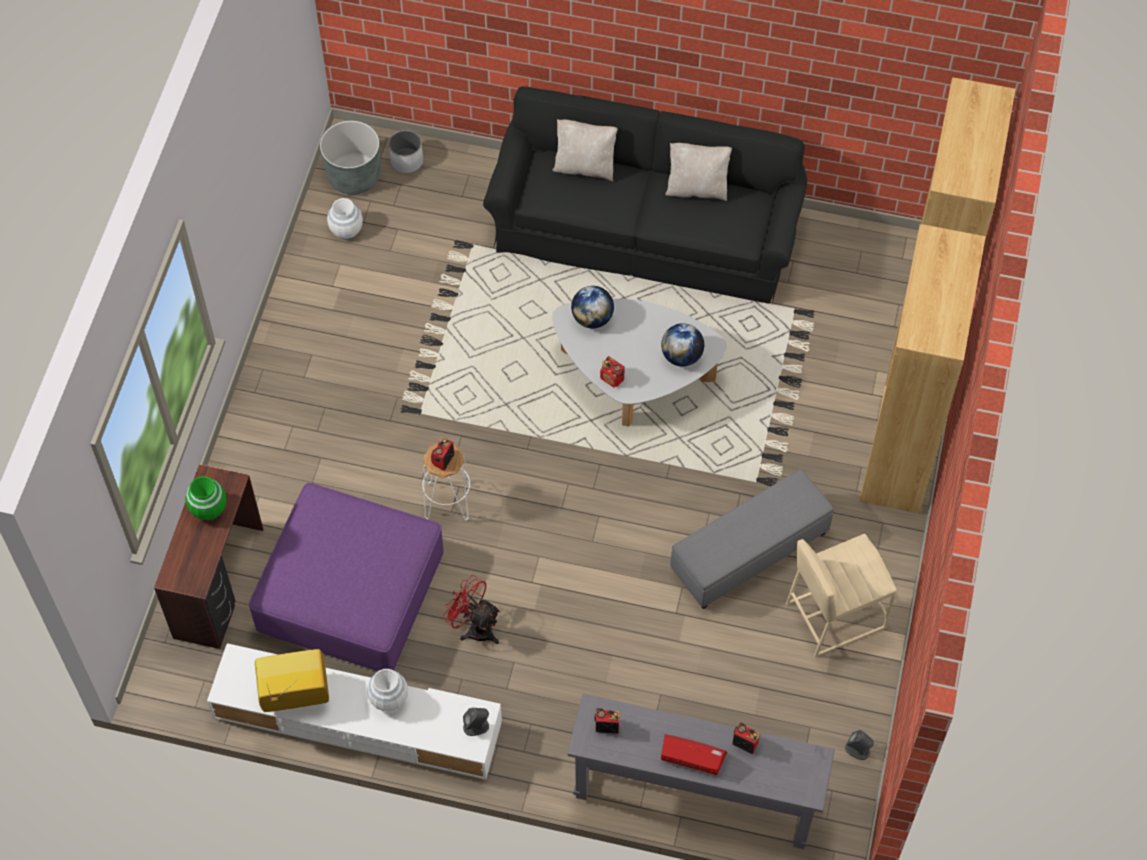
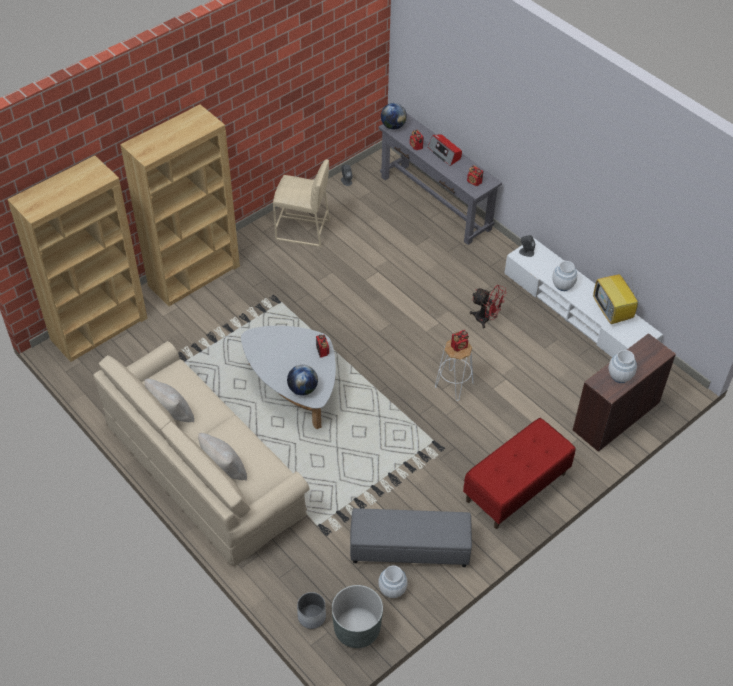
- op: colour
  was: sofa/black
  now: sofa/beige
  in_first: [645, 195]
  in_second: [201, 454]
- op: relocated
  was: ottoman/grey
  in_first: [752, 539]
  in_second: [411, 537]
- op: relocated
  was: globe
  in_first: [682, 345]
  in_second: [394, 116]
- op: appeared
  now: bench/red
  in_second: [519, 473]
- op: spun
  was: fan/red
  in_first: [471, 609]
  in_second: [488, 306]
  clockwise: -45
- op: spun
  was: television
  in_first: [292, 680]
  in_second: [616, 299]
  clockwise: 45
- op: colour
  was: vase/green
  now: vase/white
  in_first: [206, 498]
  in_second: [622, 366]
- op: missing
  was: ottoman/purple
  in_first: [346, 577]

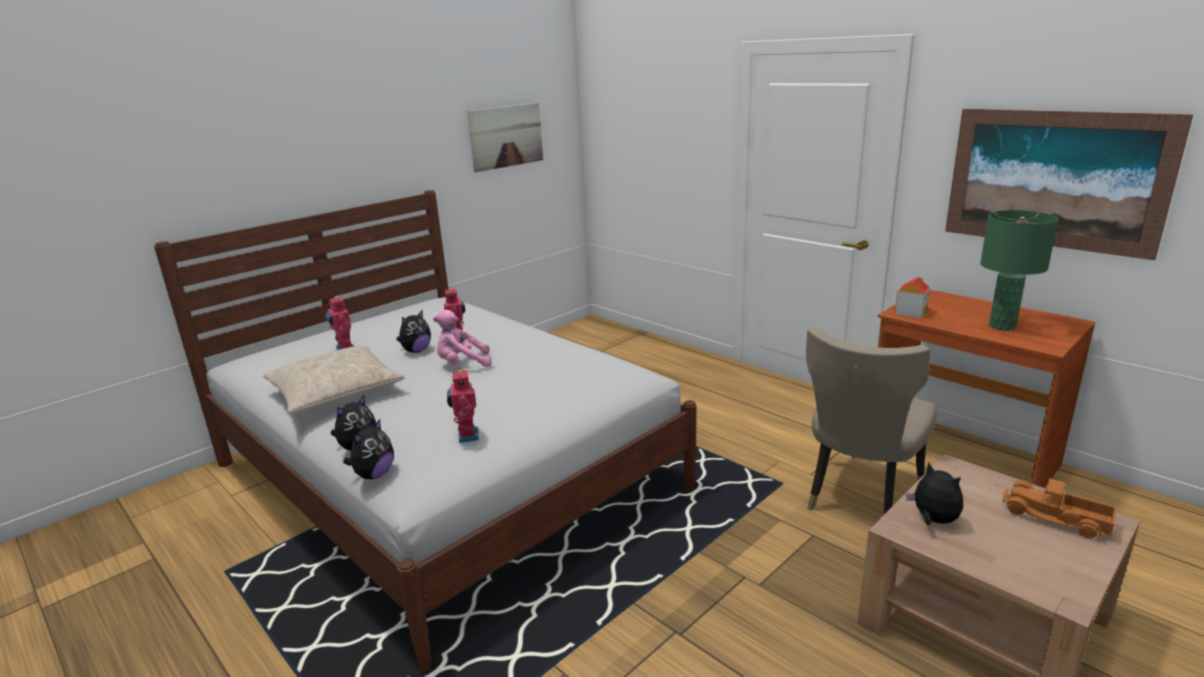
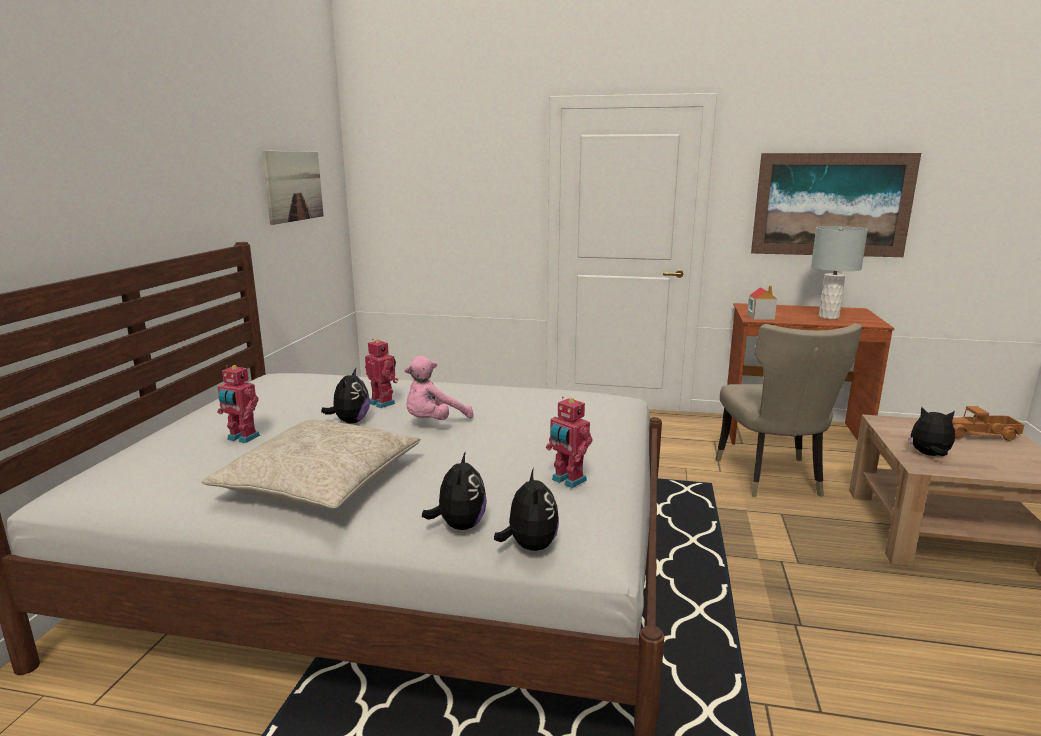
- op: colour
  was: table lamp/green
  now: table lamp/grey
  in_first: [1019, 270]
  in_second: [839, 272]

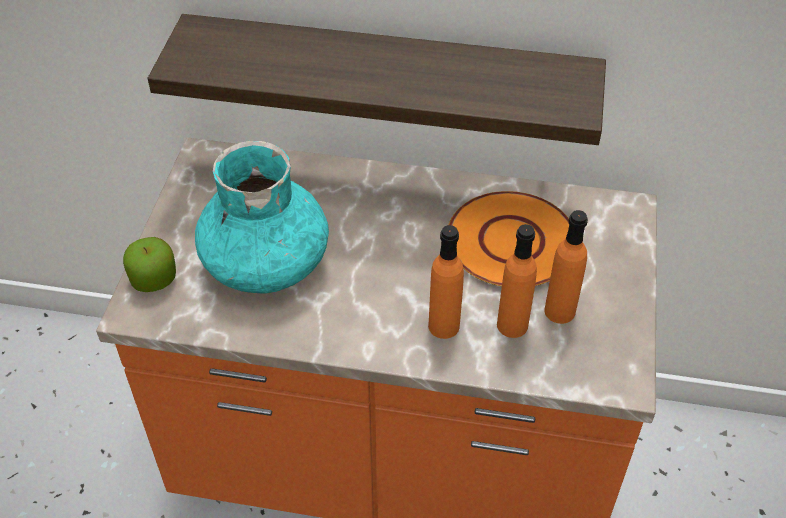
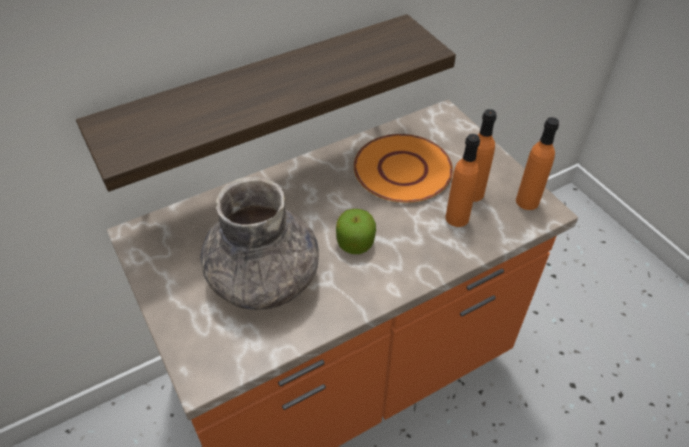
- op: colour
  was: vase/turquoise
  now: vase/grey
  in_first: [262, 217]
  in_second: [259, 243]
- op: relocated
  was: apple
  in_first: [149, 264]
  in_second: [356, 231]
- op: relocated
  was: bottle/orange
  in_first: [446, 282]
  in_second: [537, 163]

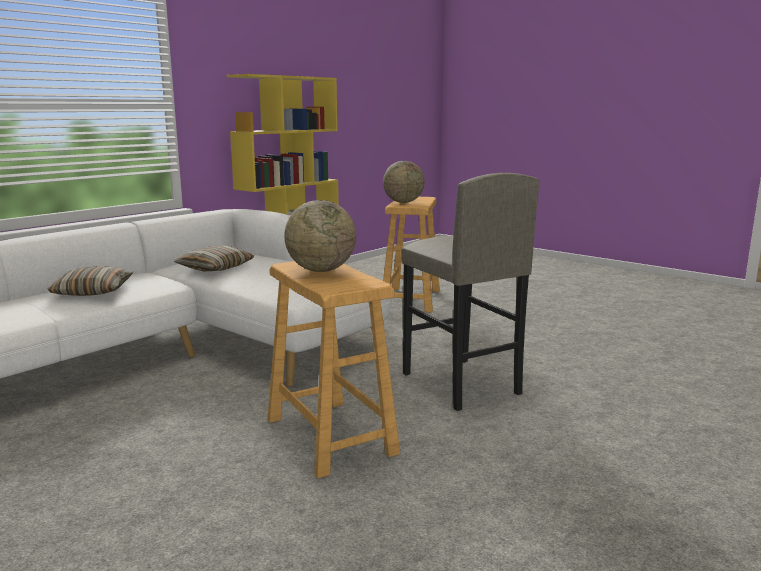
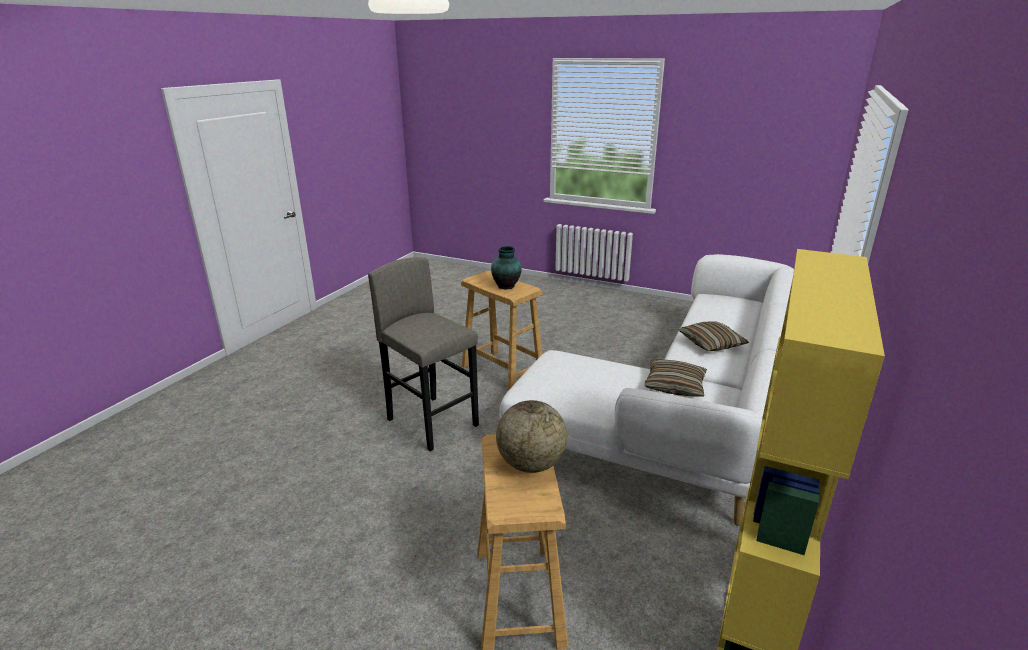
- op: exchanged
  was: globe
  now: vase
  in_first: [320, 236]
  in_second: [506, 267]

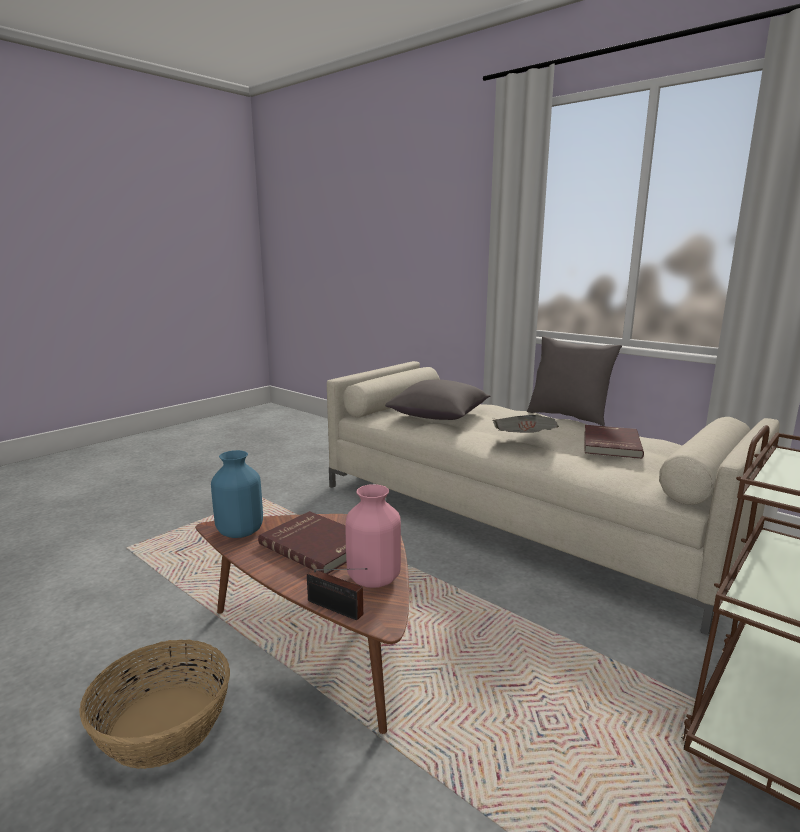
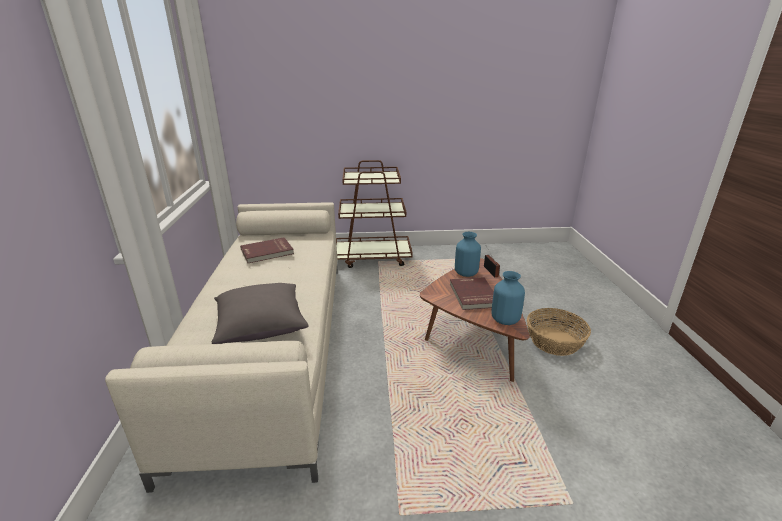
- op: colour
  was: vase/pink
  now: vase/blue
  in_first: [373, 536]
  in_second: [468, 254]
- op: missing
  was: newspaper
  in_first: [525, 424]
- op: missing
  was: pillow/grey
  in_first: [574, 381]

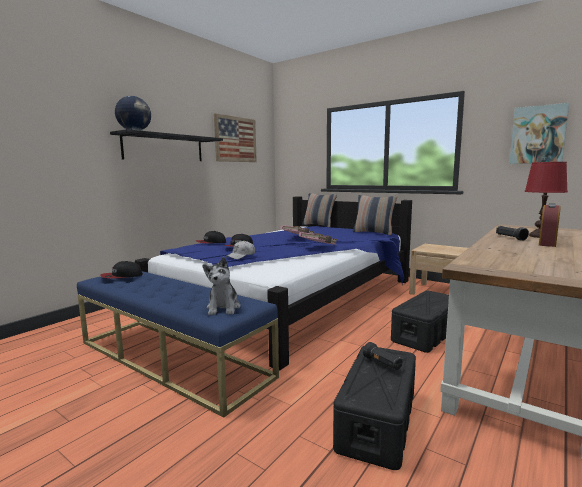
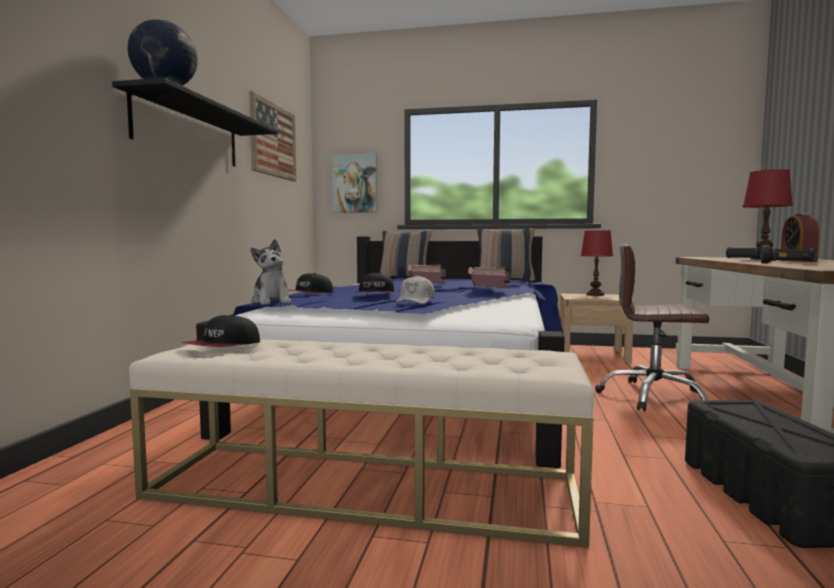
- op: colour
  was: bench/blue
  now: bench/beige
  in_first: [178, 344]
  in_second: [361, 443]
- op: relocated
  was: plush toy
  in_first: [222, 286]
  in_second: [270, 272]
- op: relocated
  was: picture
  in_first: [539, 133]
  in_second: [354, 183]
- op: appeared
  now: table lamp/red
  in_second: [597, 263]
- op: exchanged
  was: storage box/black
  now: office chair/brown
  in_first: [420, 321]
  in_second: [652, 328]
- op: relocated
  was: flashlight/black
  in_first: [383, 356]
  in_second: [788, 254]

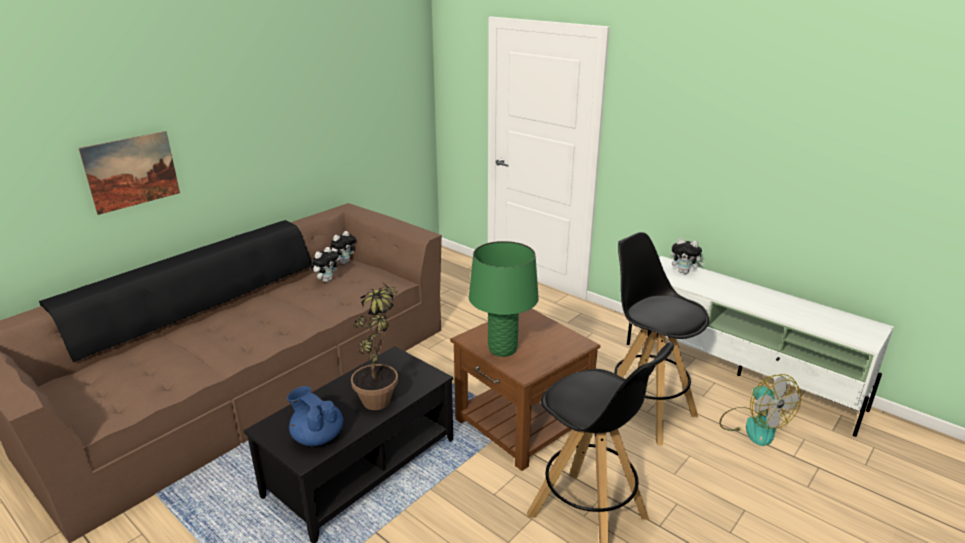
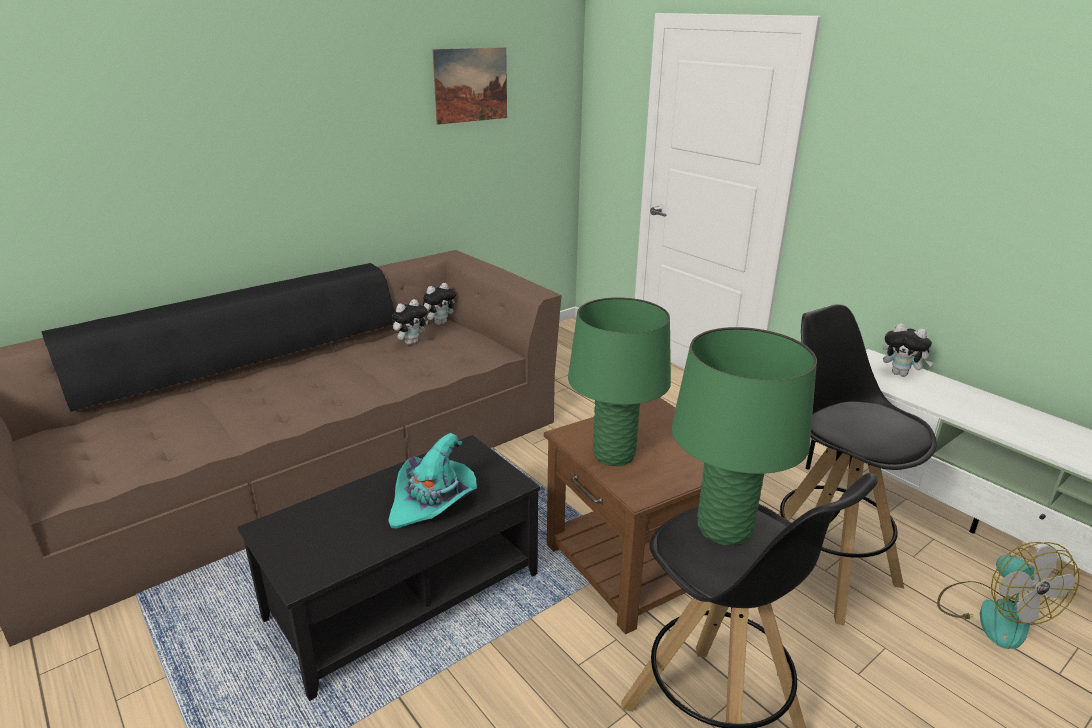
- op: exchanged
  was: potted plant
  now: hat/turquoise
  in_first: [374, 343]
  in_second: [432, 480]
- op: relocated
  was: picture
  in_first: [129, 173]
  in_second: [469, 86]
- op: appeared
  now: table lamp/green
  in_second: [744, 436]
- op: missing
  was: teapot/blue
  in_first: [315, 416]

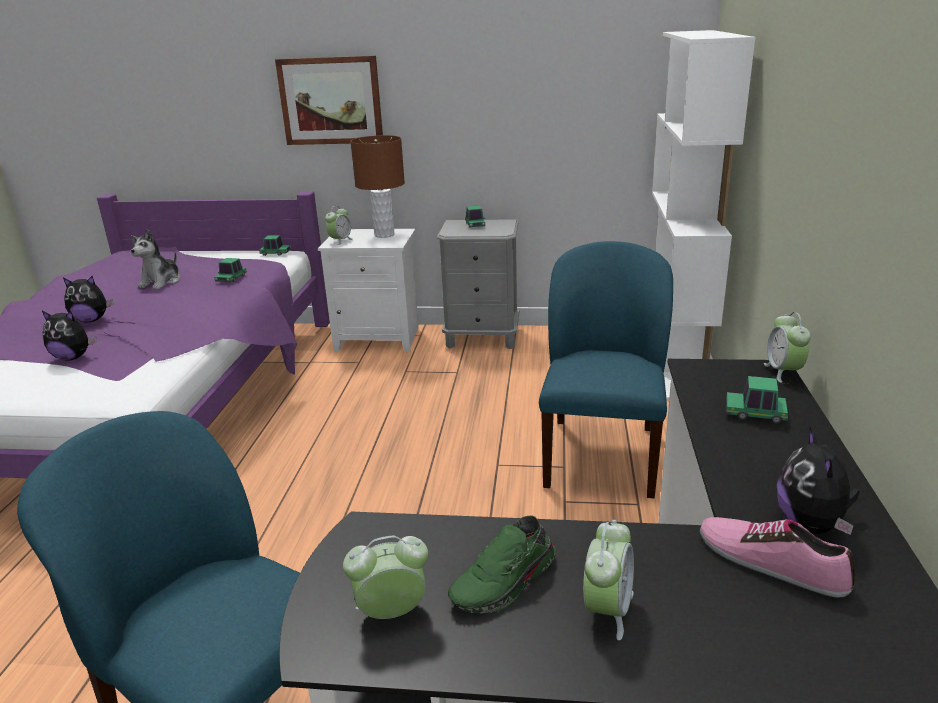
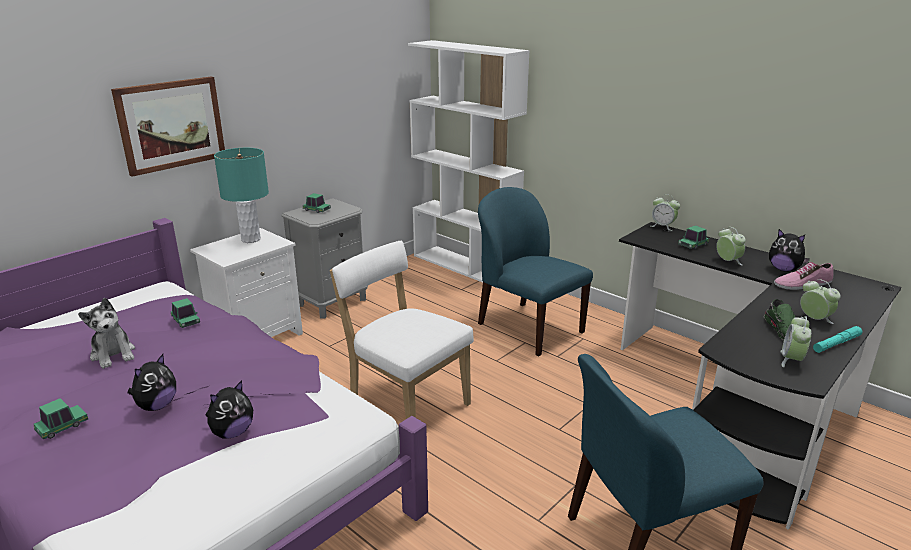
- op: relocated
  was: toy car
  in_first: [275, 245]
  in_second: [61, 418]
- op: colour
  was: table lamp/brown
  now: table lamp/turquoise
  in_first: [377, 186]
  in_second: [241, 195]
- op: appeared
  now: chair/white
  in_second: [402, 330]
- op: relocated
  was: alarm clock
  in_first: [339, 225]
  in_second: [731, 246]
- op: appeared
  now: flashlight/turquoise
  in_second: [837, 339]

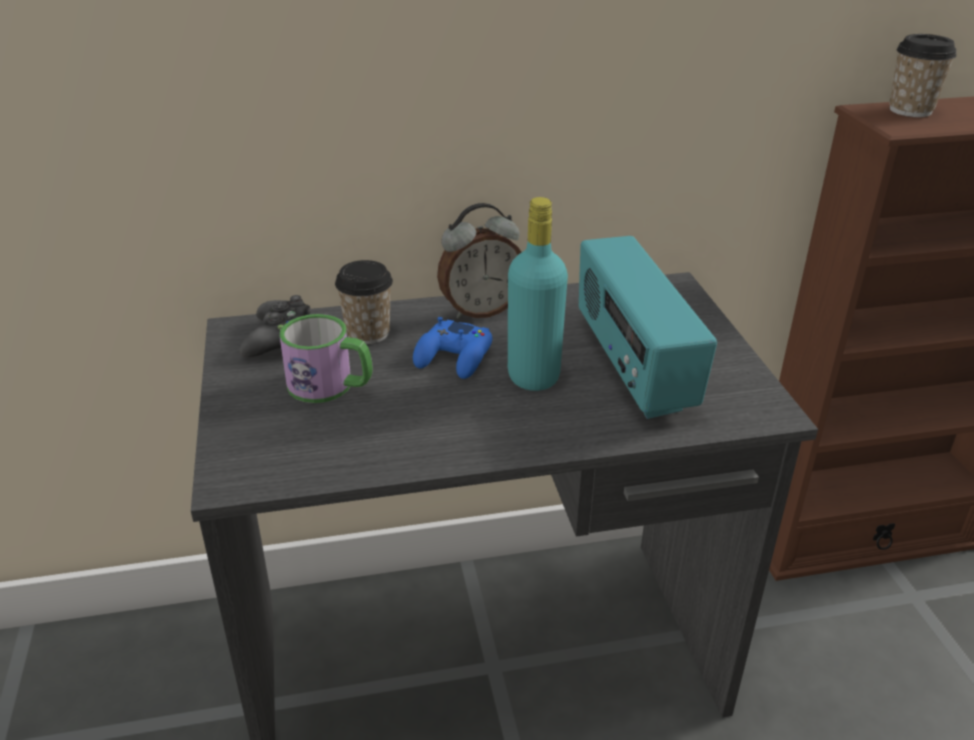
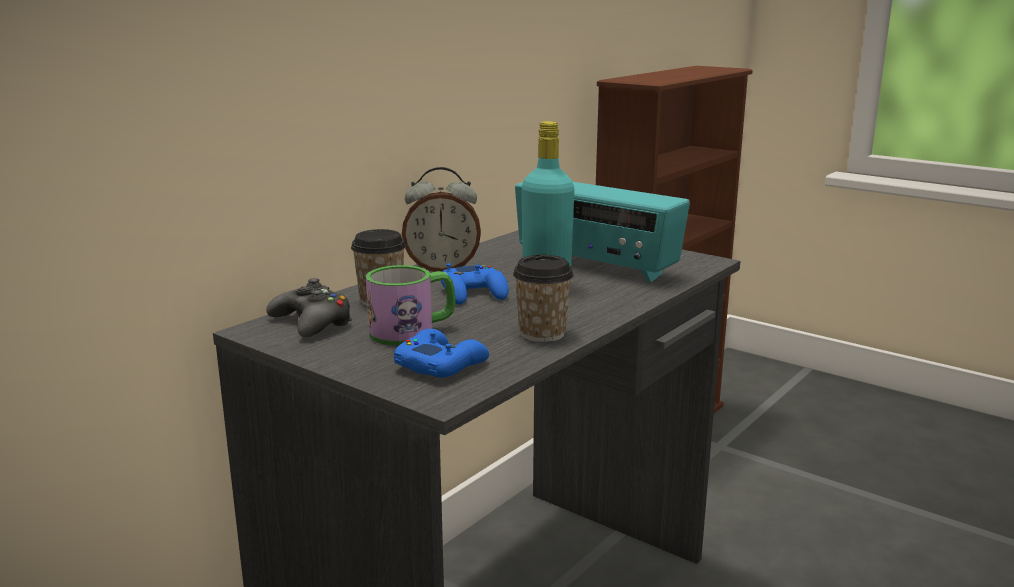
- op: appeared
  now: game controller/blue
  in_second: [441, 353]
- op: spun
  was: alarm clock
  in_first: [479, 261]
  in_second: [441, 219]
  clockwise: 60
- op: relocated
  was: cup
  in_first: [923, 75]
  in_second: [543, 298]

